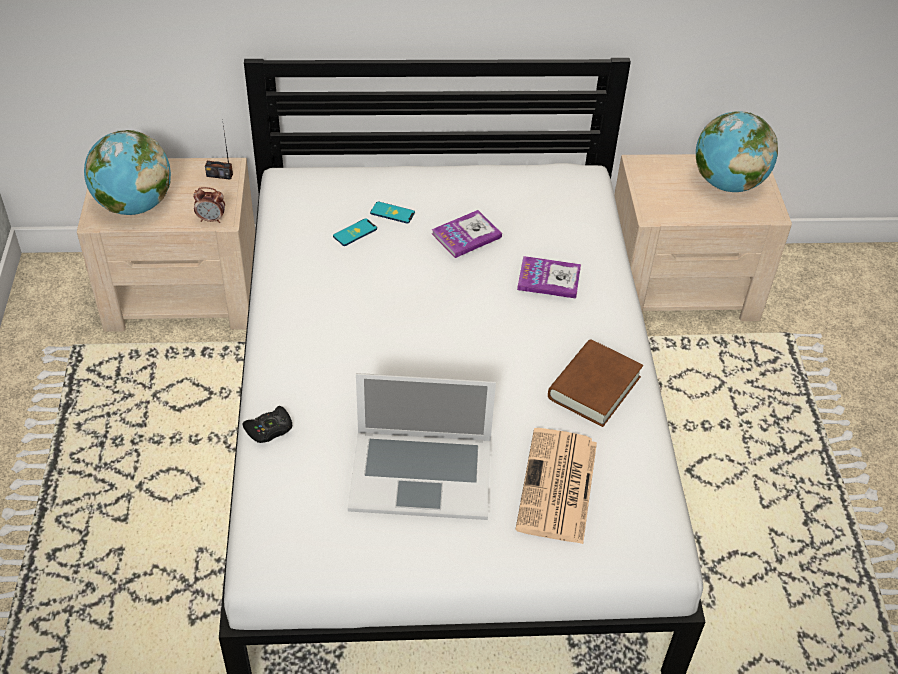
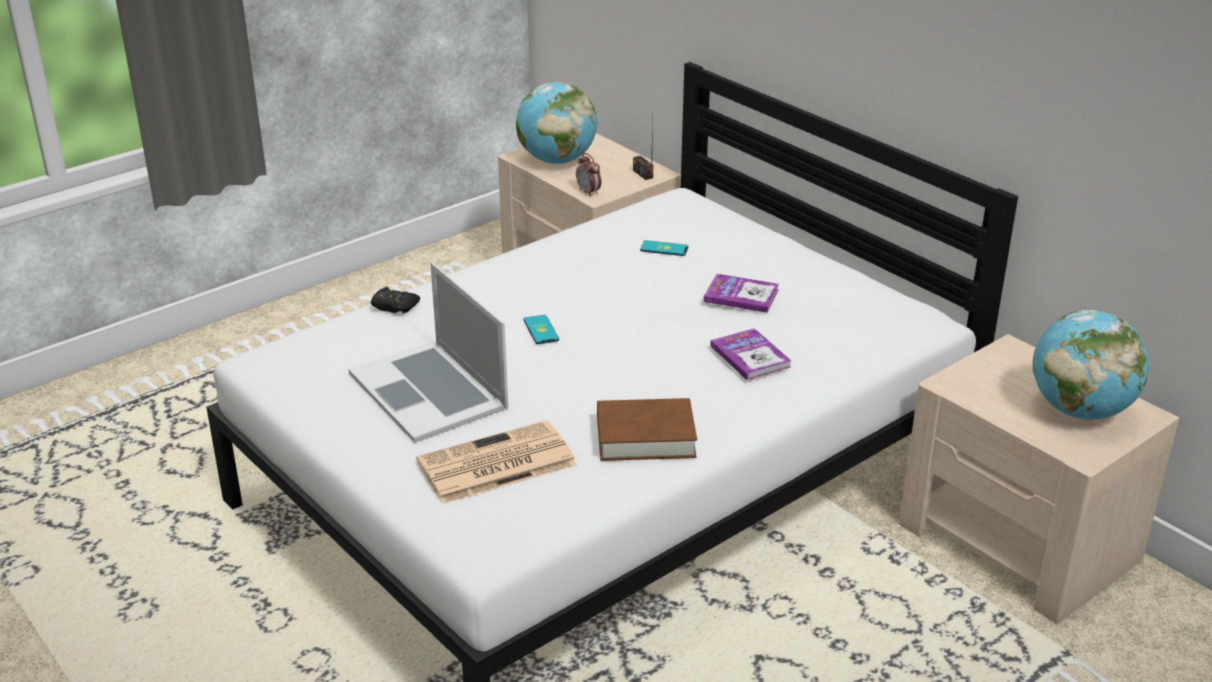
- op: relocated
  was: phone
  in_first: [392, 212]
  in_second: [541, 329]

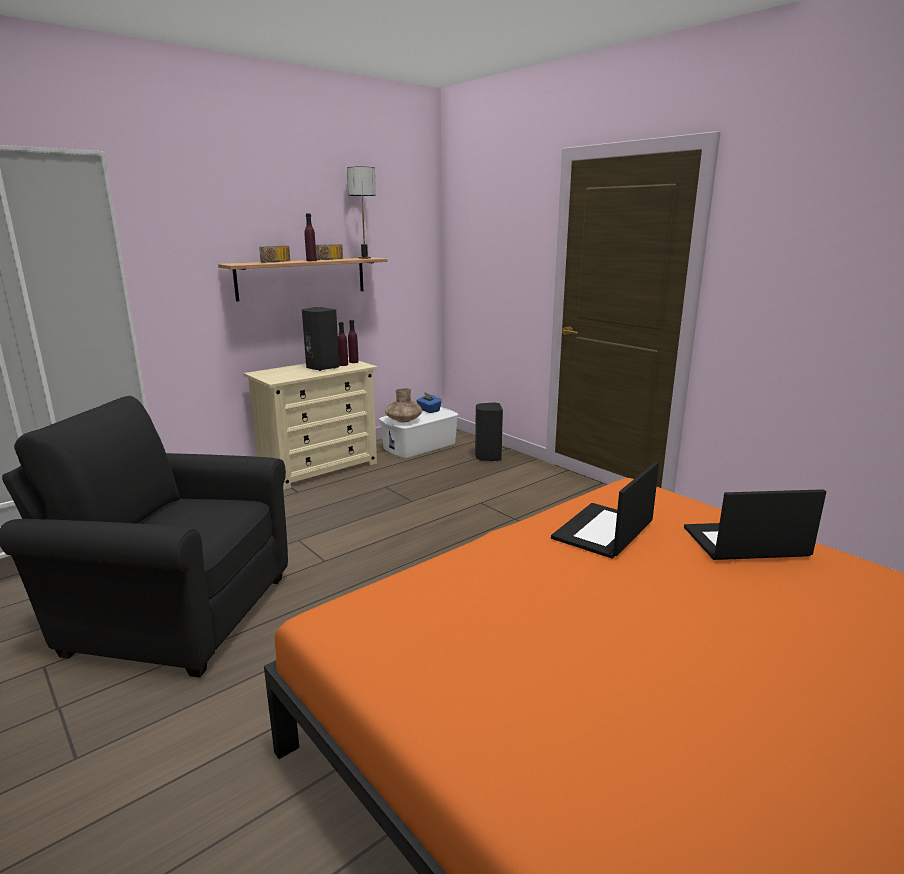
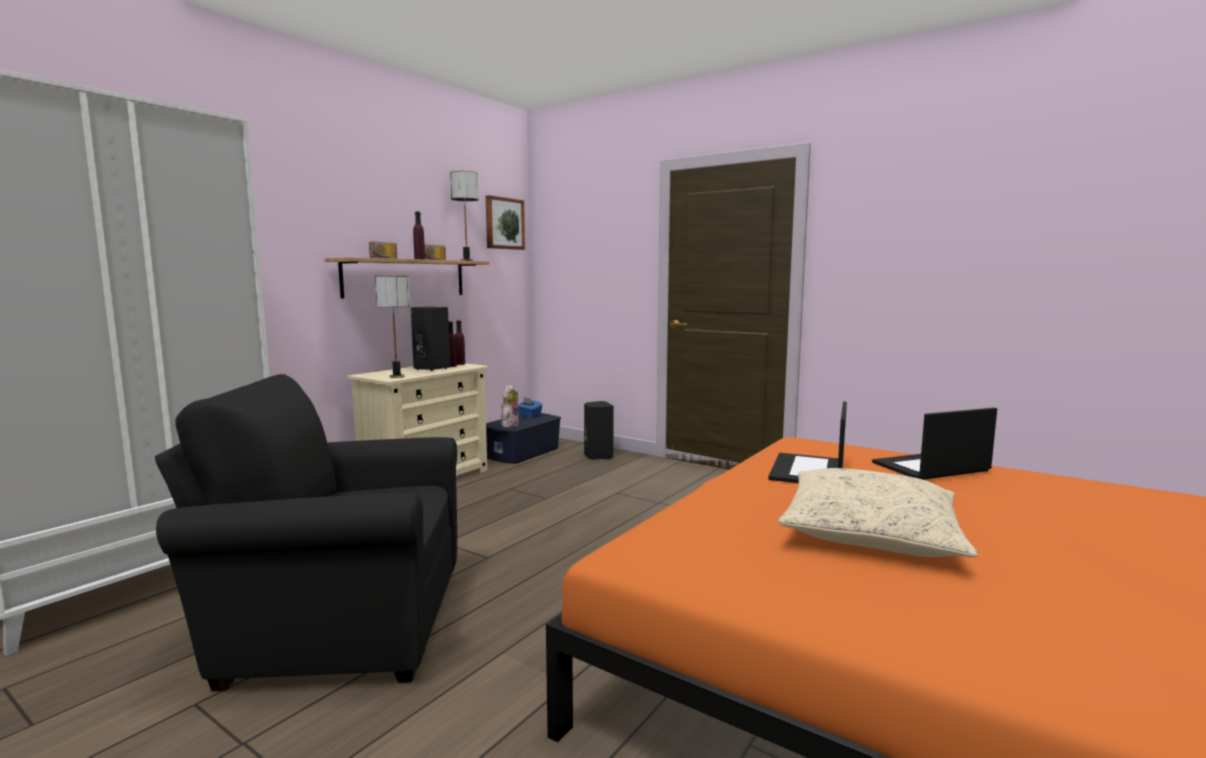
- op: appeared
  now: table lamp
  in_second: [392, 327]
- op: appeared
  now: picture
  in_second: [505, 222]
- op: colour
  was: storage box/white
  now: storage box/blue
  in_first: [419, 432]
  in_second: [523, 438]
- op: exchanged
  was: vase/brown
  now: plush toy
  in_first: [403, 405]
  in_second: [510, 406]
- op: appeared
  now: pillow/beige
  in_second: [878, 512]

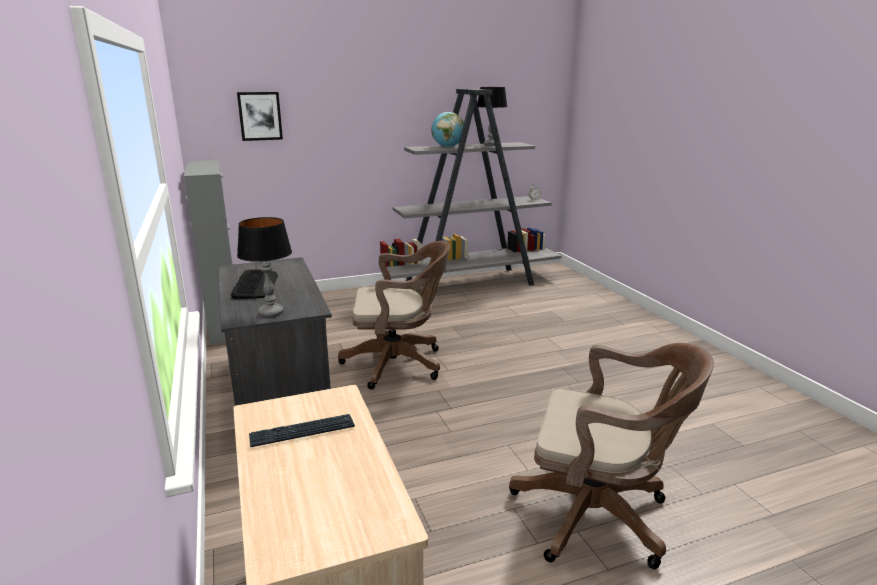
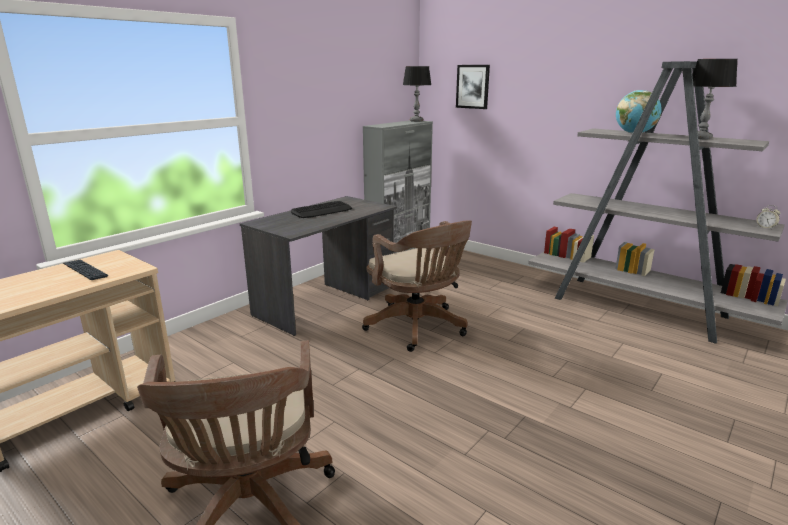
- op: relocated
  was: table lamp
  in_first: [264, 267]
  in_second: [417, 94]

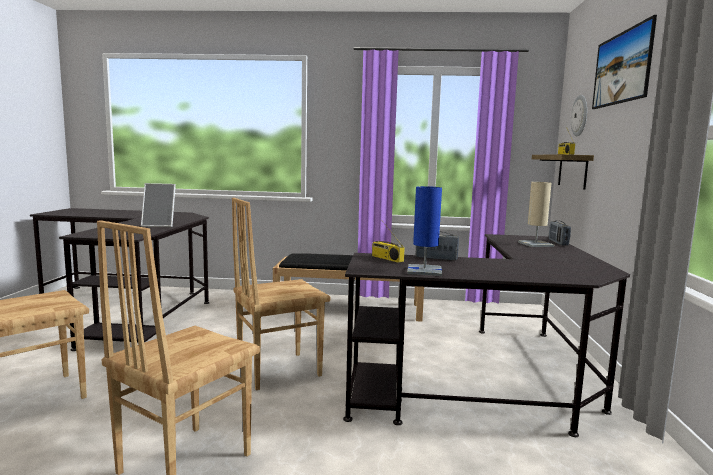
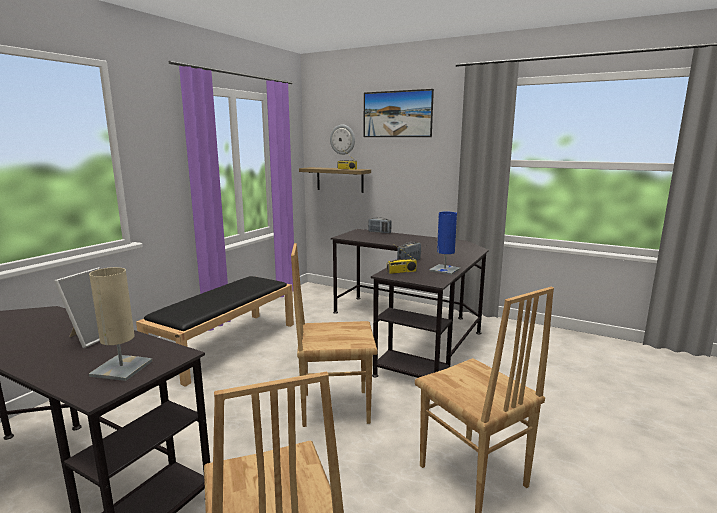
- op: relocated
  was: table lamp/beige
  in_first: [536, 214]
  in_second: [120, 324]
- op: spun
  was: chair/brown
  in_first: [281, 294]
  in_second: [334, 335]
  clockwise: 90

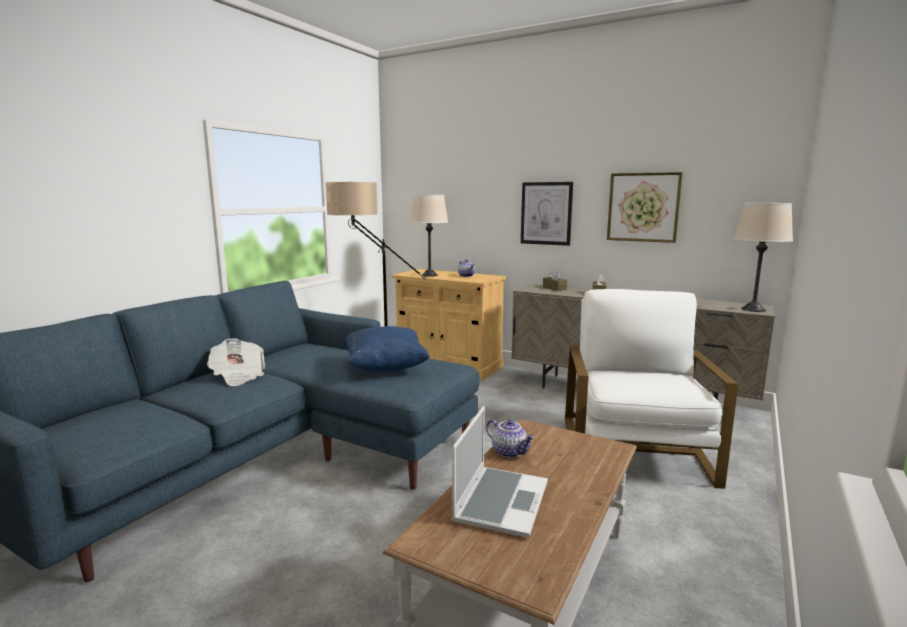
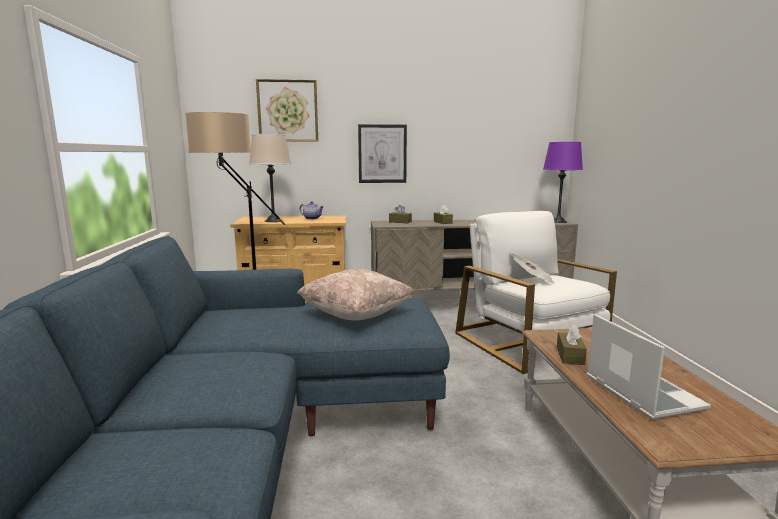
- op: relocated
  was: picture
  in_first: [645, 207]
  in_second: [287, 110]
- op: colour
  was: pillow/blue
  now: pillow/beige
  in_first: [387, 349]
  in_second: [355, 294]
- op: relocated
  was: newspaper
  in_first: [236, 362]
  in_second: [533, 268]
- op: colour
  was: table lamp/beige
  now: table lamp/purple
  in_first: [763, 257]
  in_second: [563, 182]
- op: exchanged
  was: teapot
  now: tissue box/brown
  in_first: [510, 438]
  in_second: [572, 345]

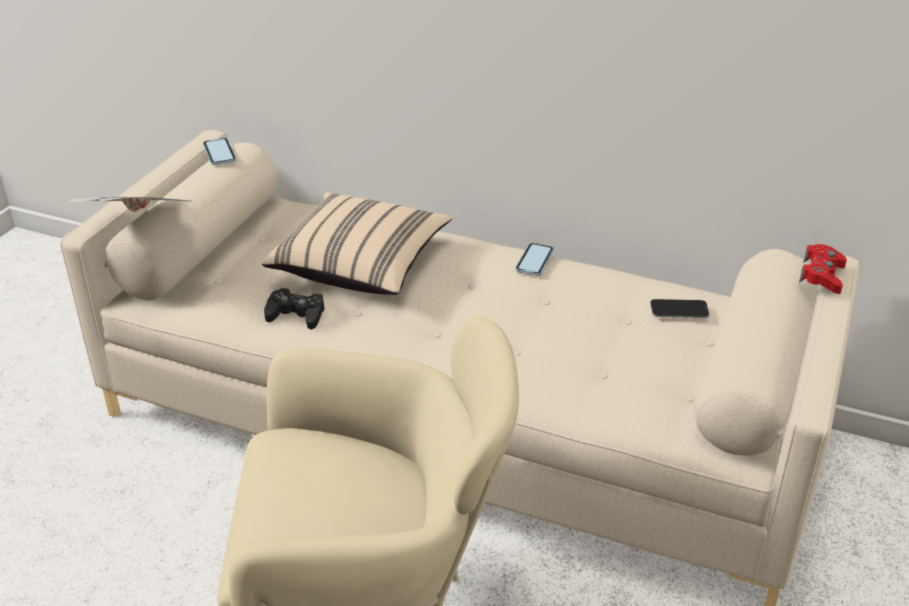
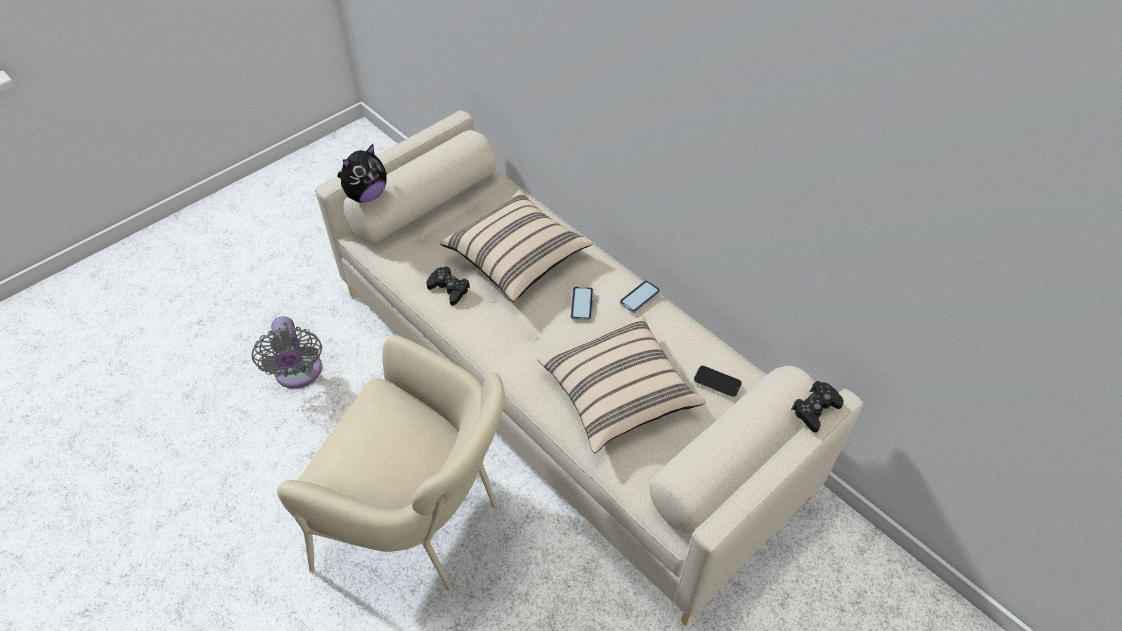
- op: appeared
  now: fan/grey
  in_second: [286, 352]
- op: exchanged
  was: newspaper
  now: plush toy
  in_first: [130, 204]
  in_second: [362, 173]
- op: appeared
  now: pillow/beige
  in_second: [621, 384]
- op: relocated
  was: phone
  in_first: [219, 151]
  in_second: [581, 304]
- op: colour
  was: game controller/red
  now: game controller/black
  in_first: [823, 269]
  in_second: [817, 407]

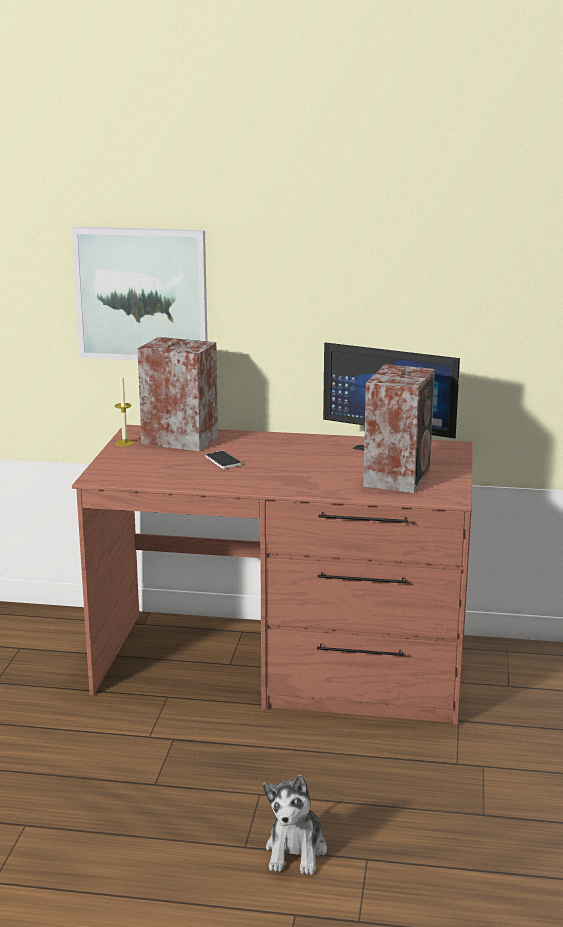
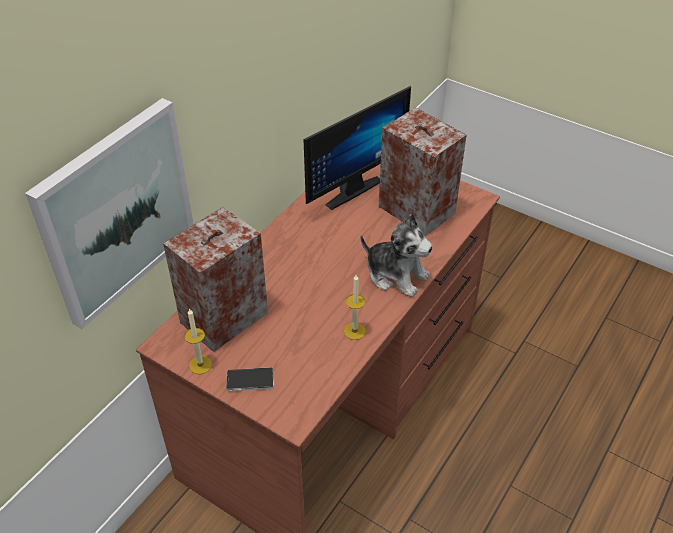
- op: relocated
  was: phone
  in_first: [223, 460]
  in_second: [250, 379]
- op: appeared
  now: candle
  in_second: [355, 307]
- op: relocated
  was: plush toy
  in_first: [295, 825]
  in_second: [397, 255]

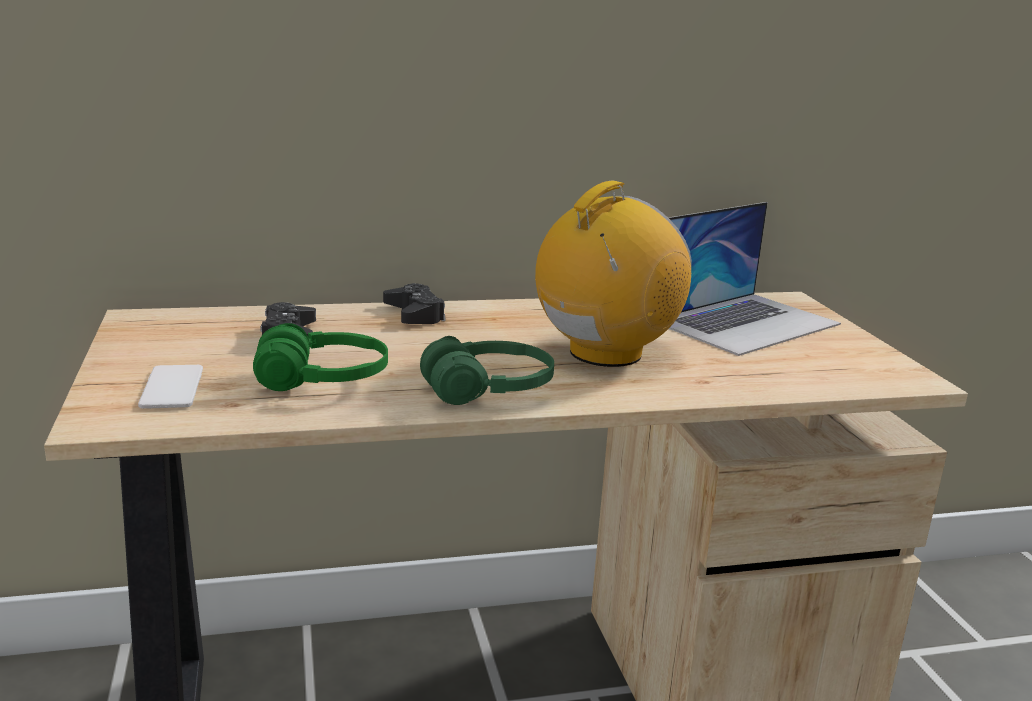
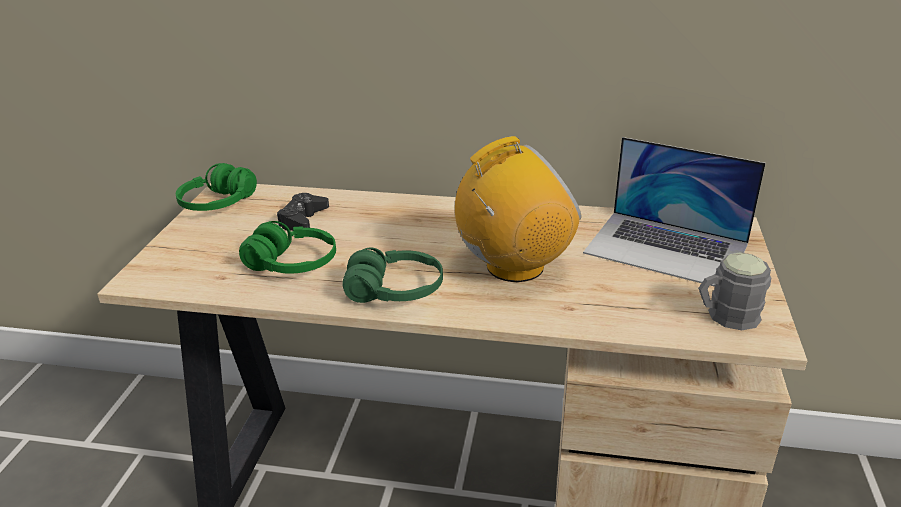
- op: appeared
  now: headphones/green
  in_second: [216, 187]
- op: spun
  was: laptop
  in_first: [755, 279]
  in_second: [674, 212]
  clockwise: 45
- op: appeared
  now: mug/grey
  in_second: [734, 291]
- op: missing
  was: phone
  in_first: [170, 387]
- op: missing
  was: game controller/black
  in_first: [414, 303]

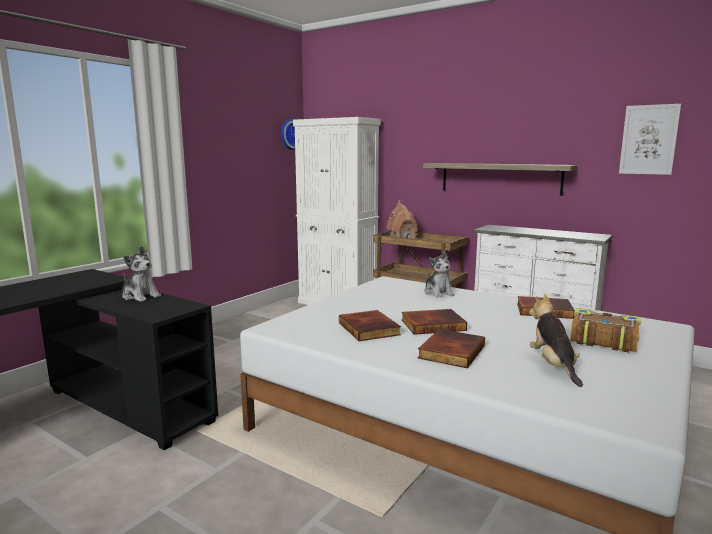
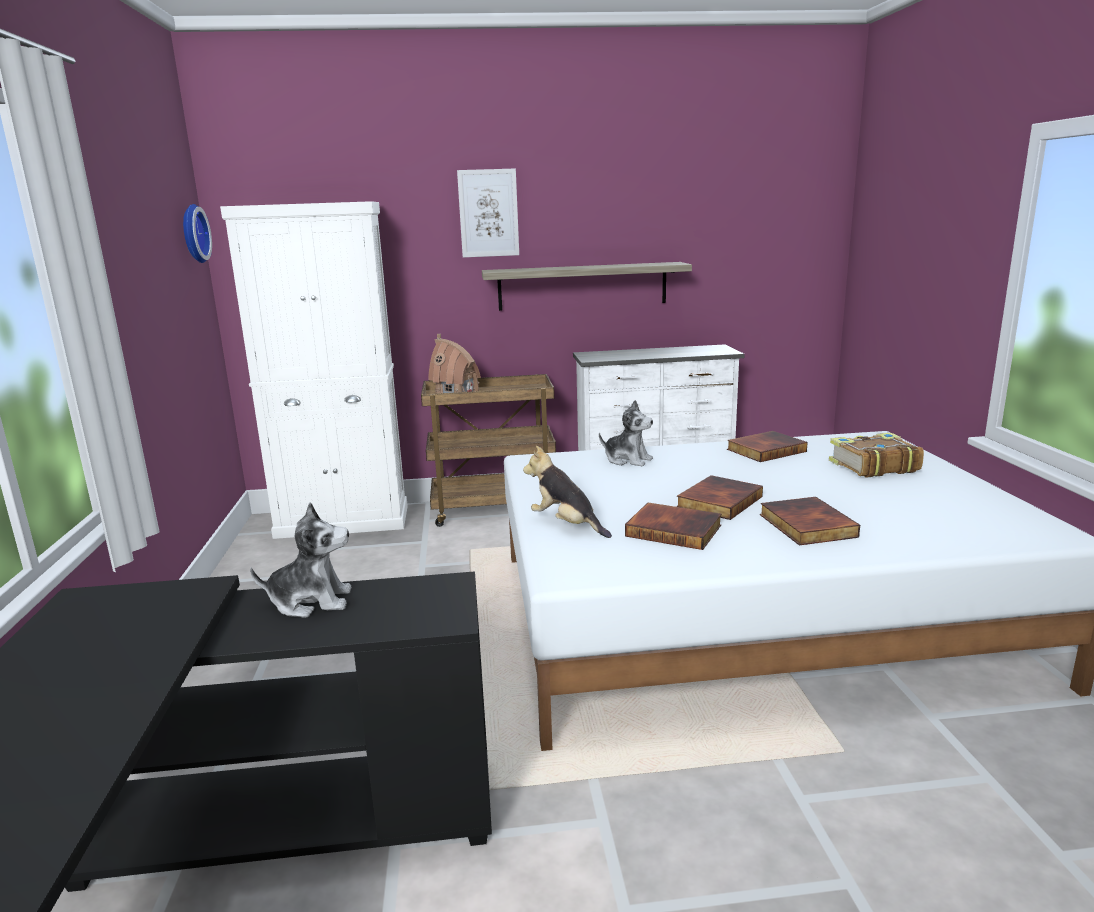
- op: relocated
  was: picture
  in_first: [650, 139]
  in_second: [488, 213]
- op: relocated
  was: plush toy
  in_first: [556, 340]
  in_second: [567, 492]

